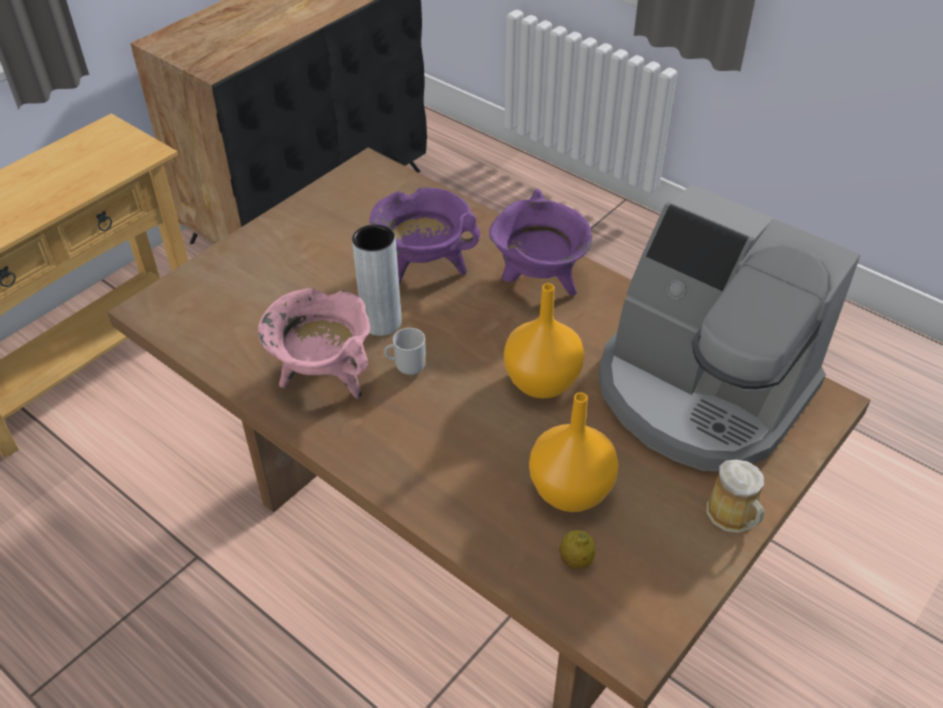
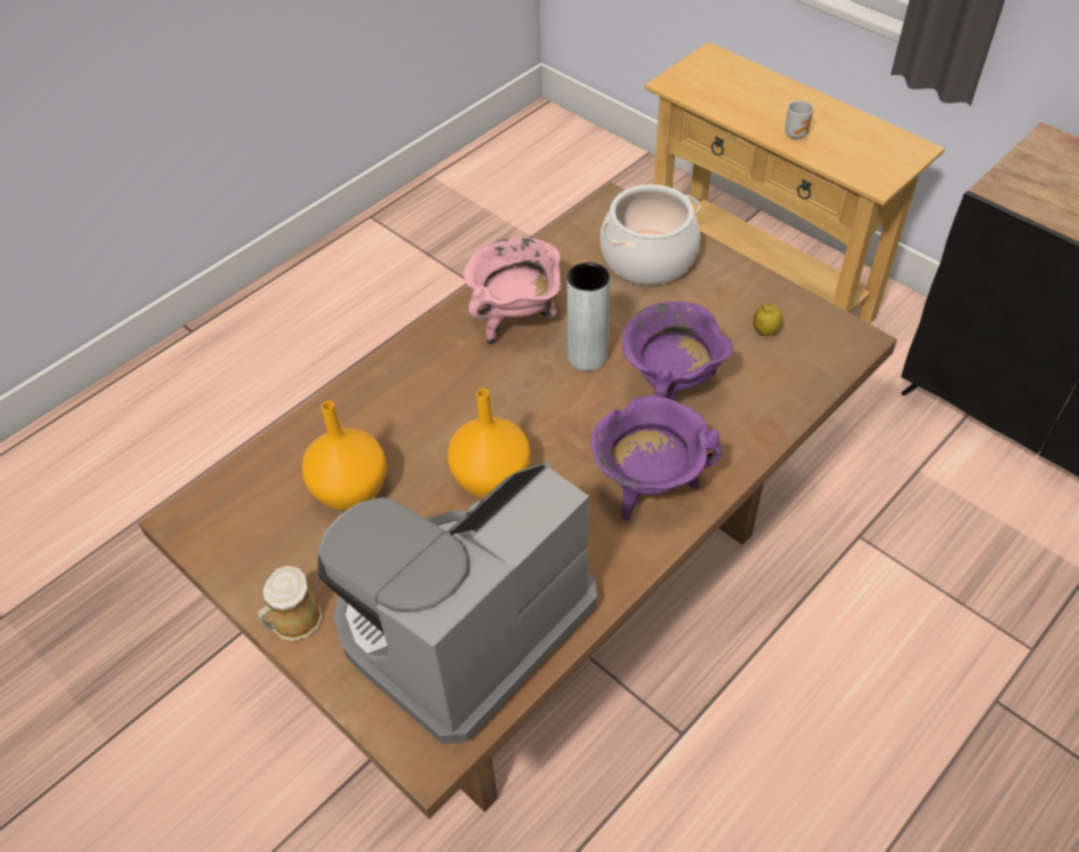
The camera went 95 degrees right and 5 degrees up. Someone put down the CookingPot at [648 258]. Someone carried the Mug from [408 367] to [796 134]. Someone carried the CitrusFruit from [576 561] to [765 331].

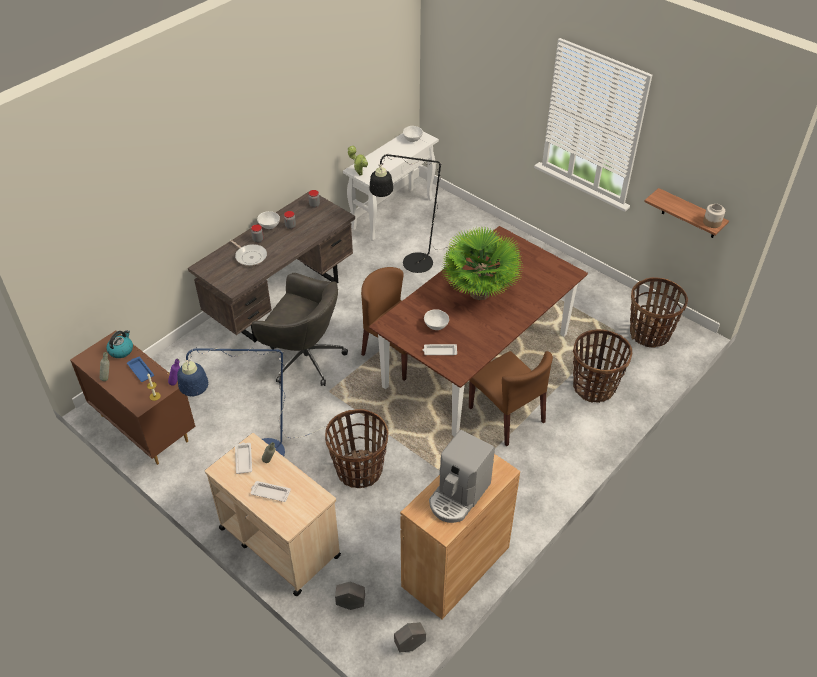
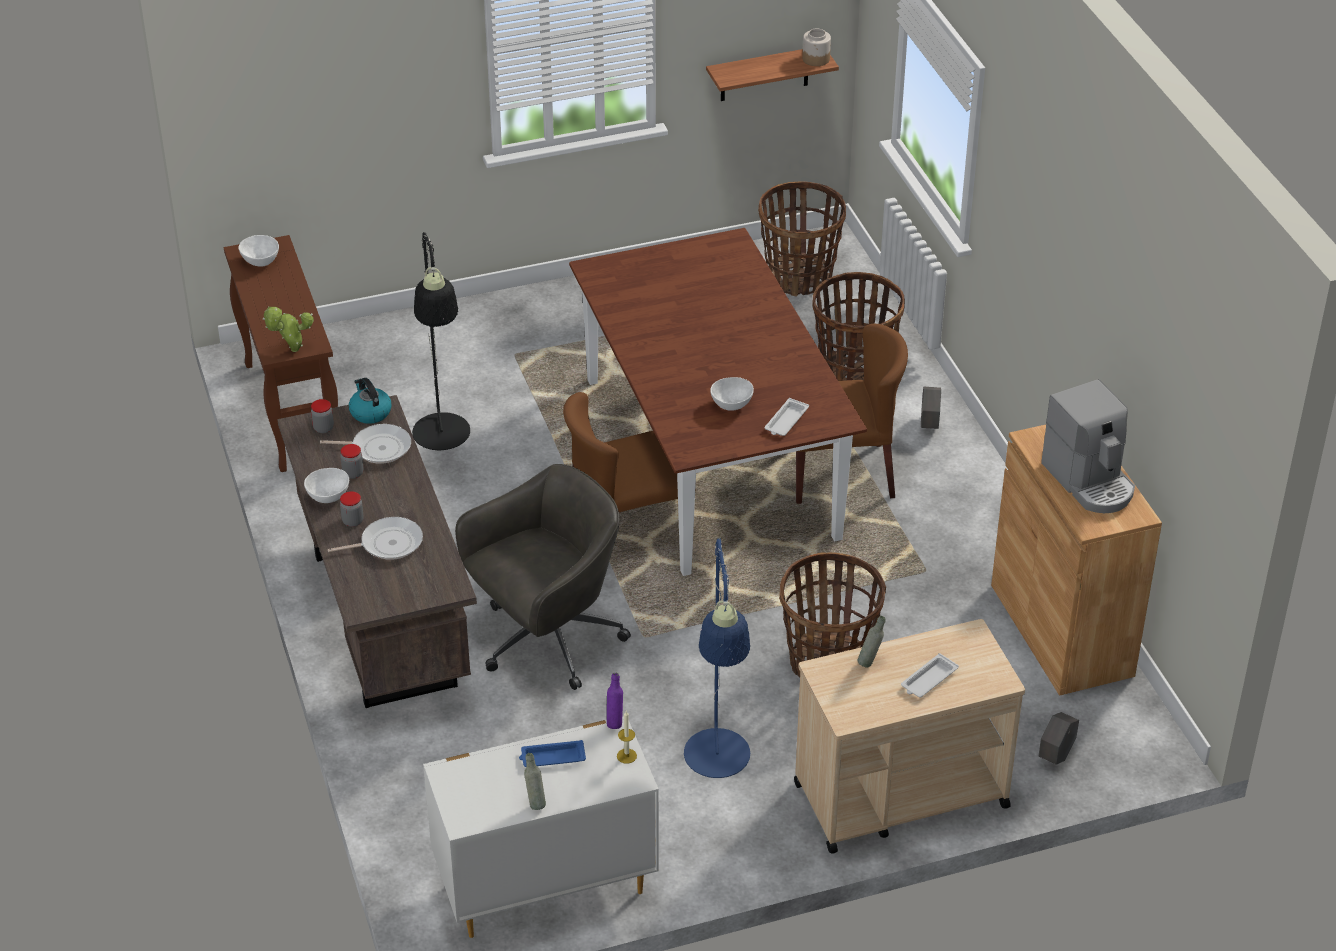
The camera went 60 degrees left and 5 degrees down. Someone took away the WhitishTray at [243 459]. Someone took away the PottedPlant at [479 293]. Someone put down the Pan at [378 448]. Someone carried the Kettle from [121 350] to [370 412]. Someone carried the GreyFlowerPot from [410 645] to [929 425]. Someone repainted the BrownishDrawerChest at [144 427], which became the WhitishDrawerChest at [543 886]. Someone repainted the WhitishConsoleTable at [393 213], which became the BrownishConsoleTable at [290 411].

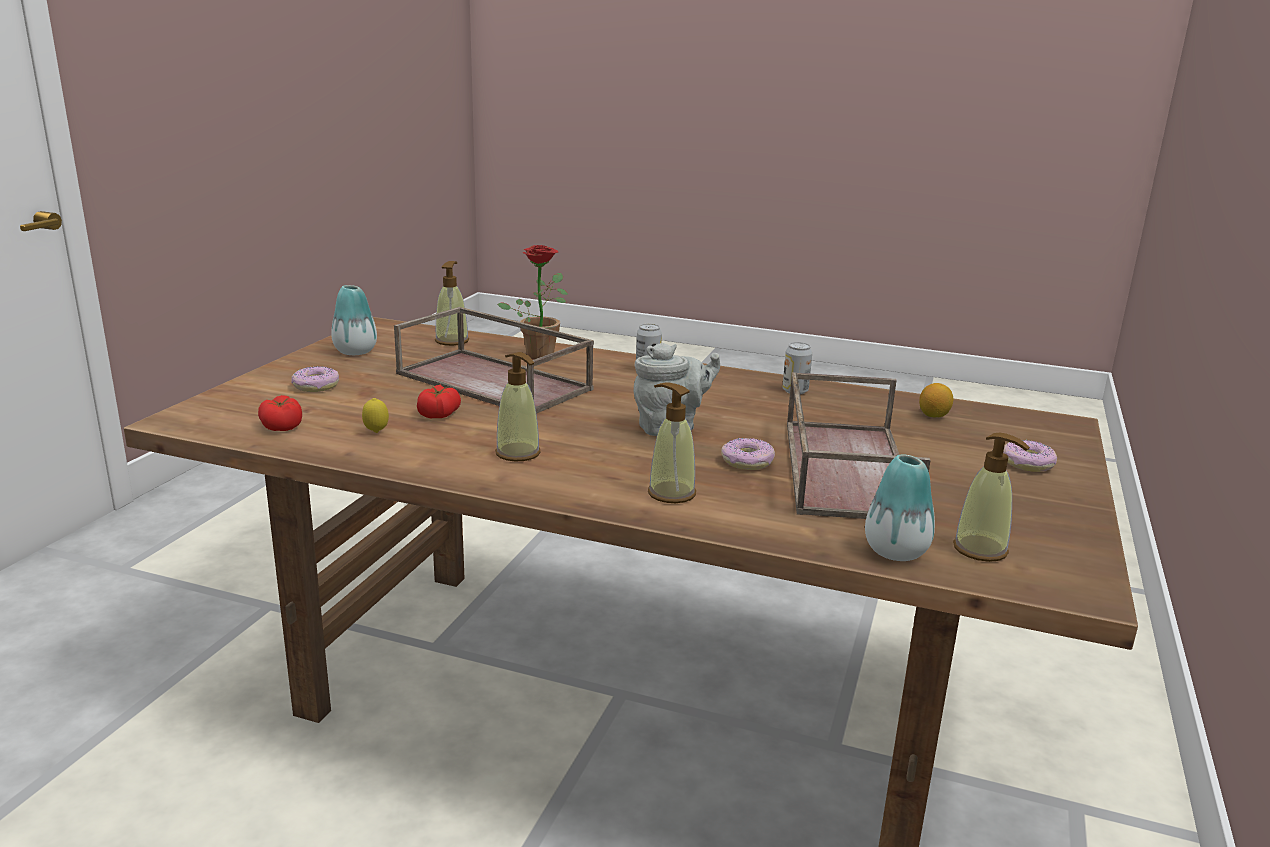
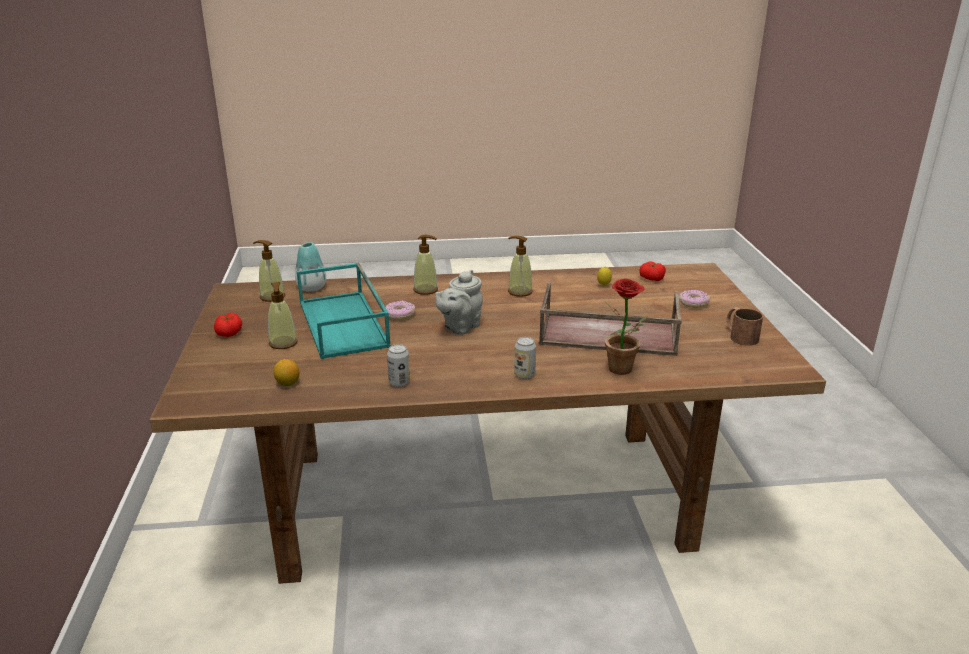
The camera went 155 degrees right and 5 degrees up. Someone took away the RingDoughnut at [1027 463]. Someone carried the WholeTomato from [438 414] to [229 332]. Someone carried the LiquidSoapBottle from [452 341] to [283 343]. Someone swapped the DecorativeVase at [355 351] for the BrownishMug at [739 336]. Someone repainted the BrownishTray at [844 467], which became the BlueGreenTray at [344 324].

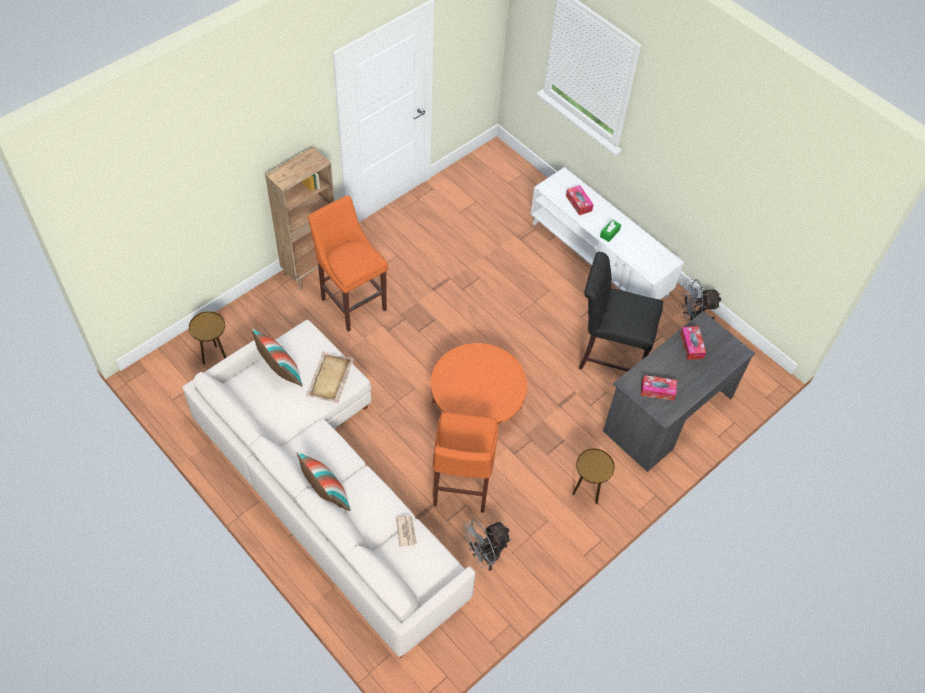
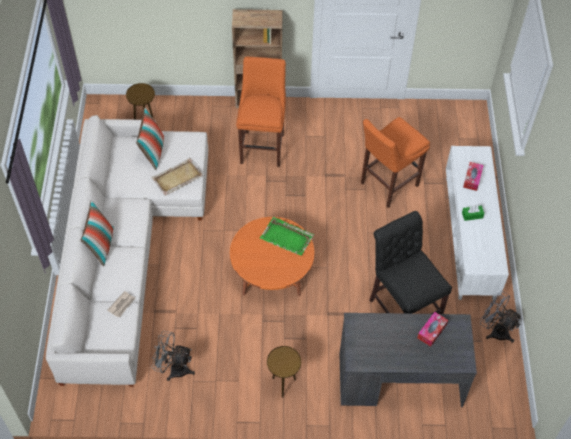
The camera went 45 degrees right and 0 degrees up. Someone took away the BoxOfTissues at [657 390]. Someone put down the GreenColouredTray at [287 238]. Someone carried the OrangeySittingStool from [460 488] to [387 185].

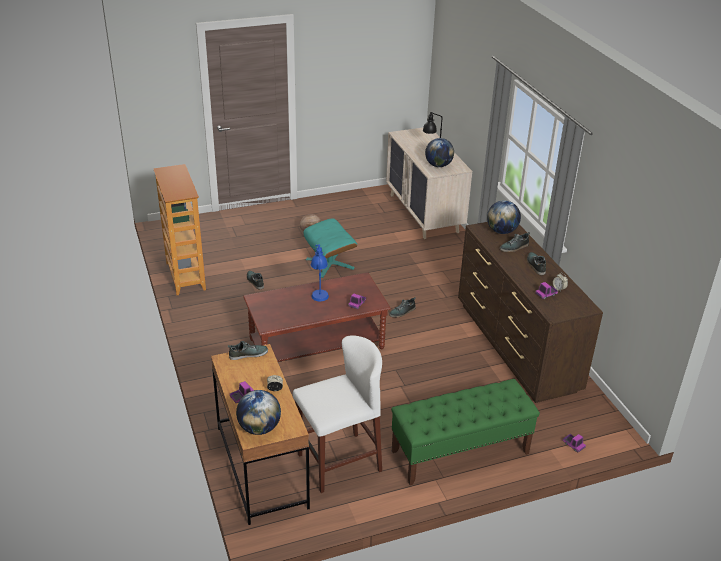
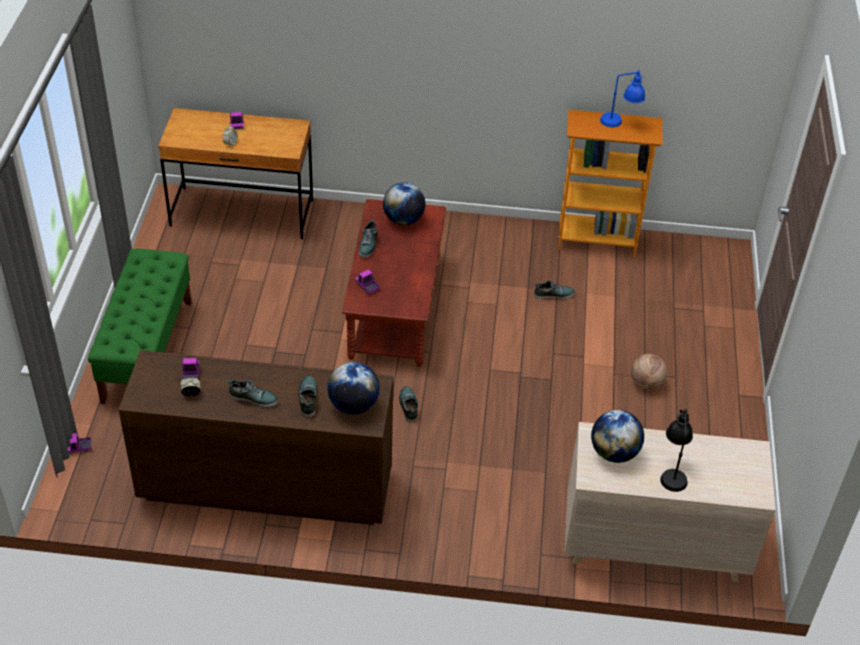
The camera went 115 degrees right and 10 degrees up. Someone took away the WhitishSittingStool at [339 462]. Someone took away the BlueGreenOttoman at [330 263]. Someone carried the ItemOfFootwear from [248 354] to [368 245]. Someone carried the DeskGlobe from [259 428] to [403 220]. Someone carried the BluishTabletopLamp from [319 291] to [620 122].

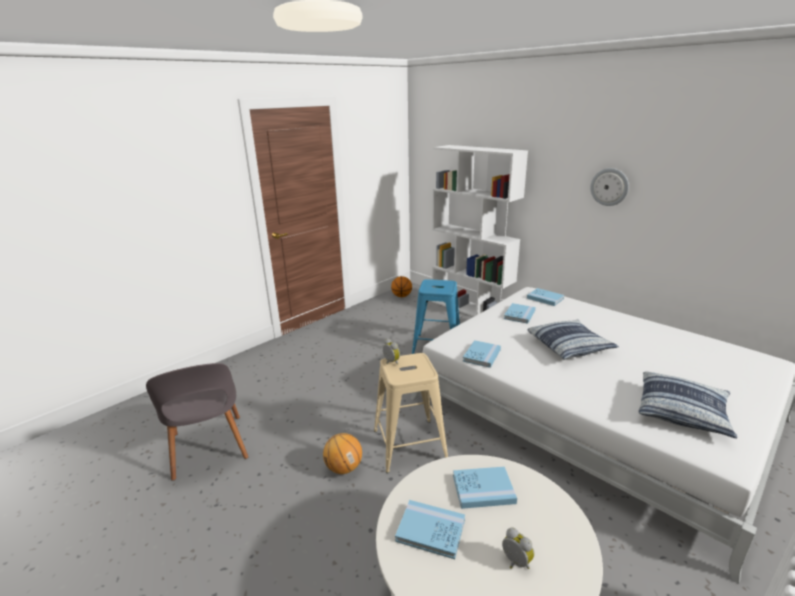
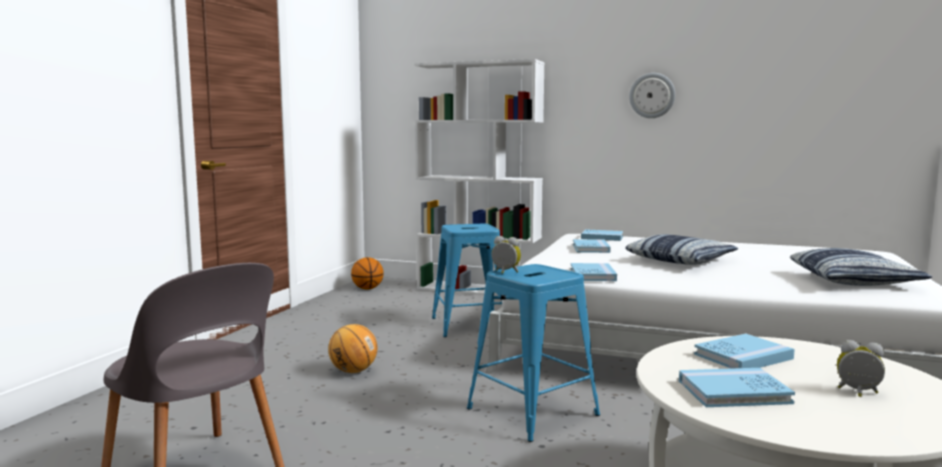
The camera went 25 degrees left and 15 degrees down. Someone carried the BallForBasketball from [343 468] to [353 371]. Someone repainted the BeigeColouredSittingStool at [409 445], which became the BluishSittingStool at [532 411].

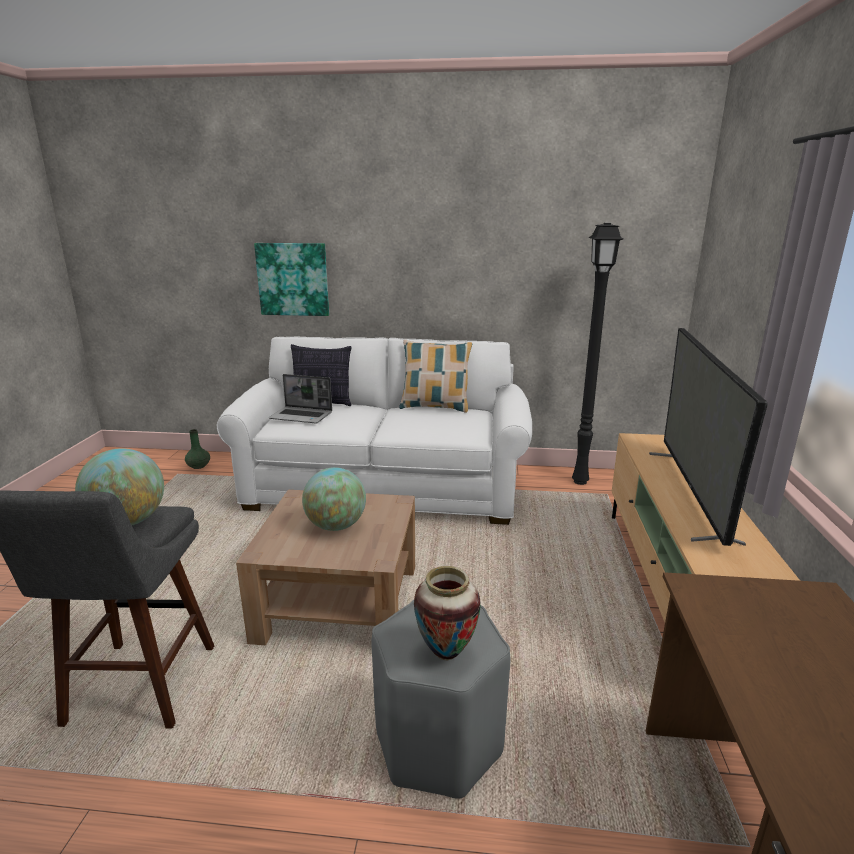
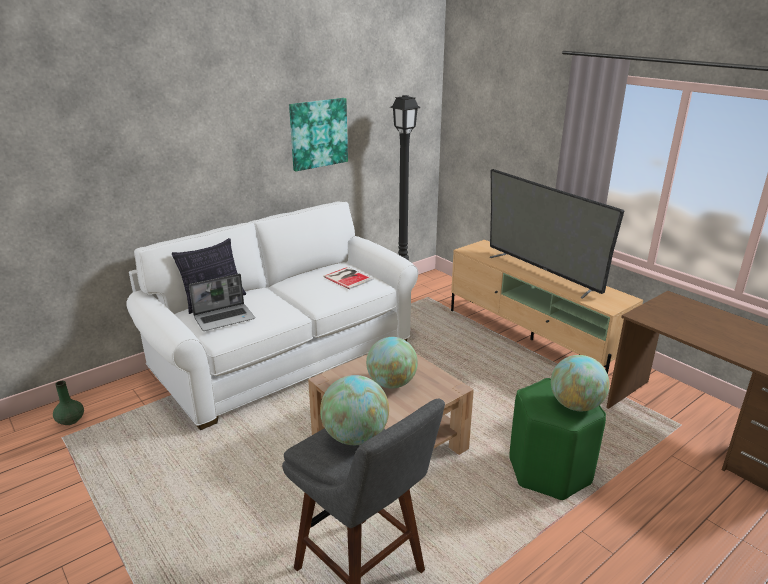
The camera went 45 degrees left and 5 degrees up. Someone took away the Cushion at [435 407]. Someone put down the Book at [348 277]. Someone carried the WallPicture from [293 279] to [318 133]. Someone swapped the DecorativeVase at [446 653] for the DeskGlobe at [575 405]. Someone repainted the GreySittingStool at [438 744], which became the GreenColouredSittingStool at [550 471].

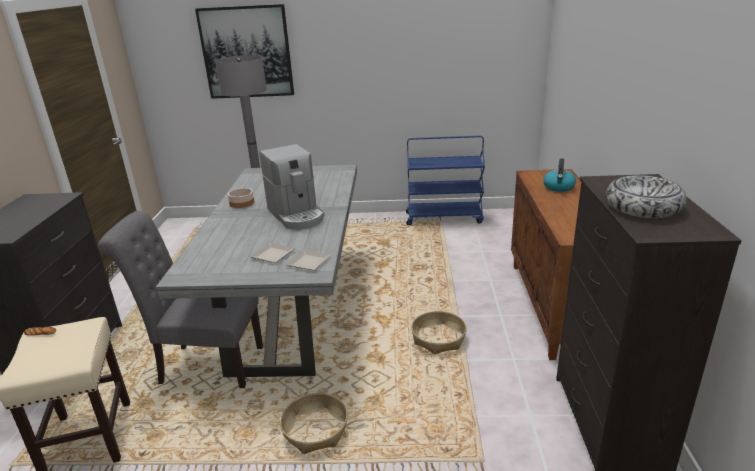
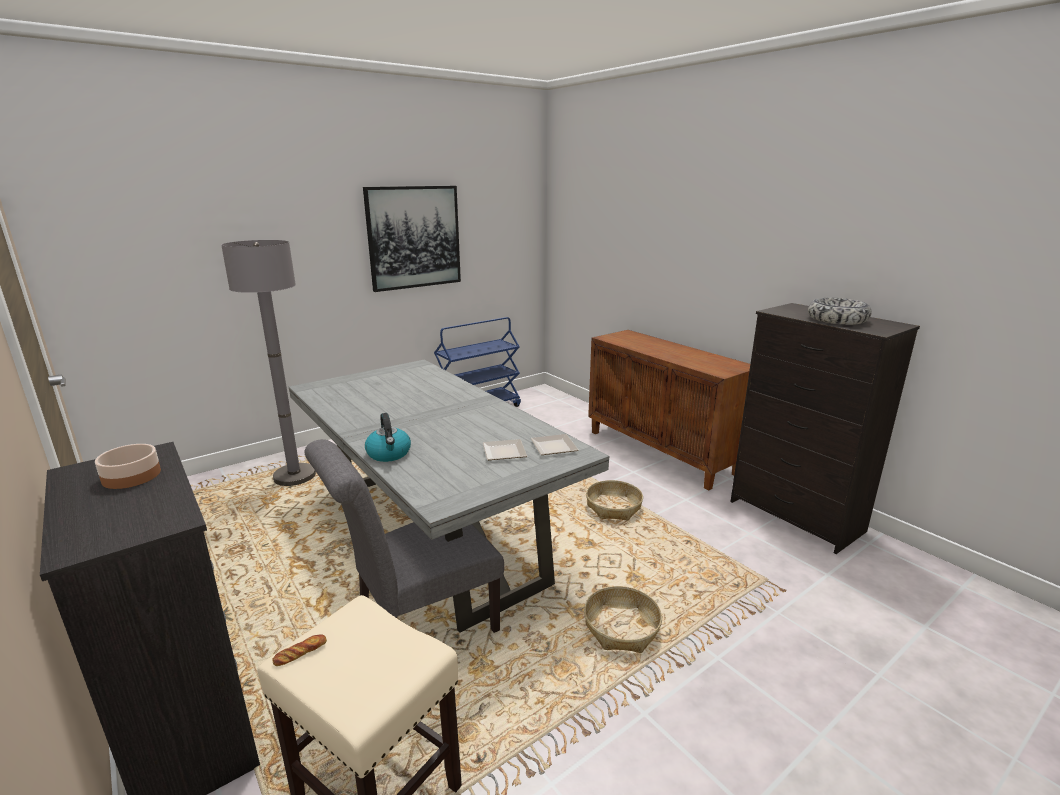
The camera went 40 degrees left and 5 degrees down. Someone took away the CoffeeMachine at [297 215]. Someone carried the WallPicture from [246 52] to [414 237]. Someone carried the Bowl from [242 203] to [132 476]. Someone carried the Kettle from [559 187] to [389 454].

